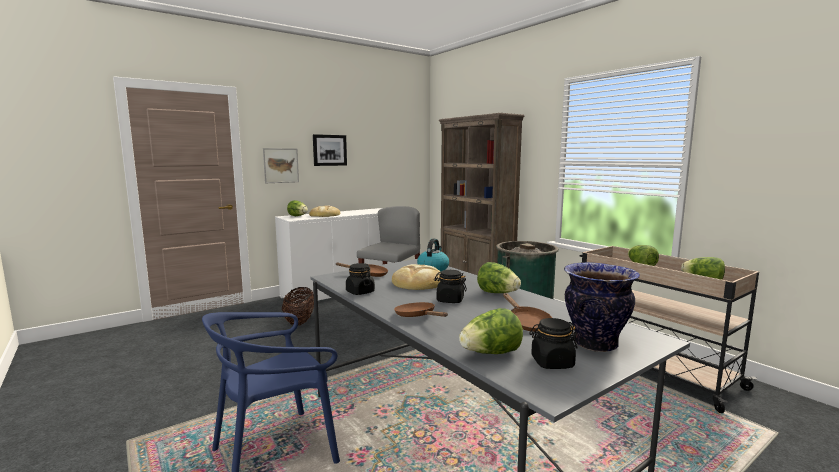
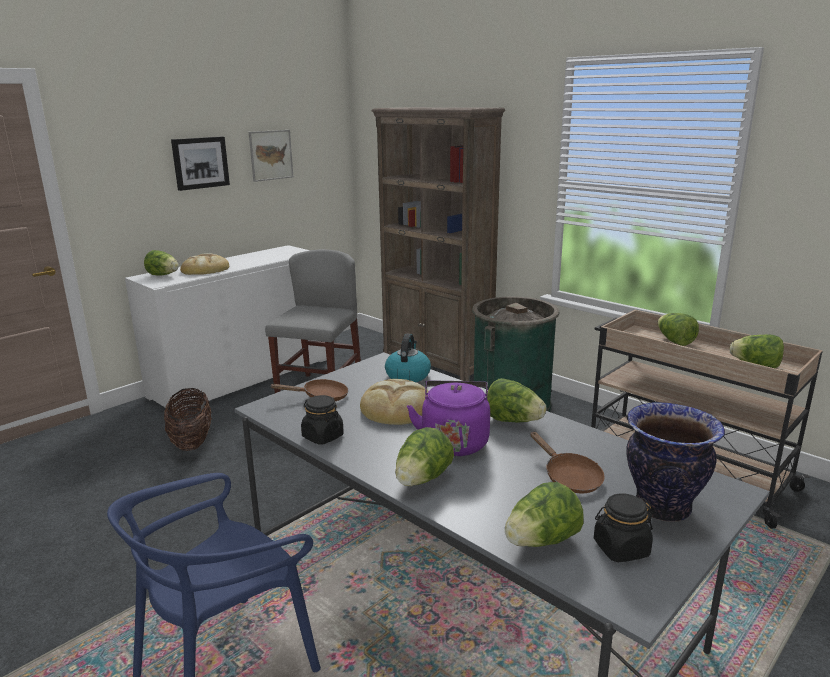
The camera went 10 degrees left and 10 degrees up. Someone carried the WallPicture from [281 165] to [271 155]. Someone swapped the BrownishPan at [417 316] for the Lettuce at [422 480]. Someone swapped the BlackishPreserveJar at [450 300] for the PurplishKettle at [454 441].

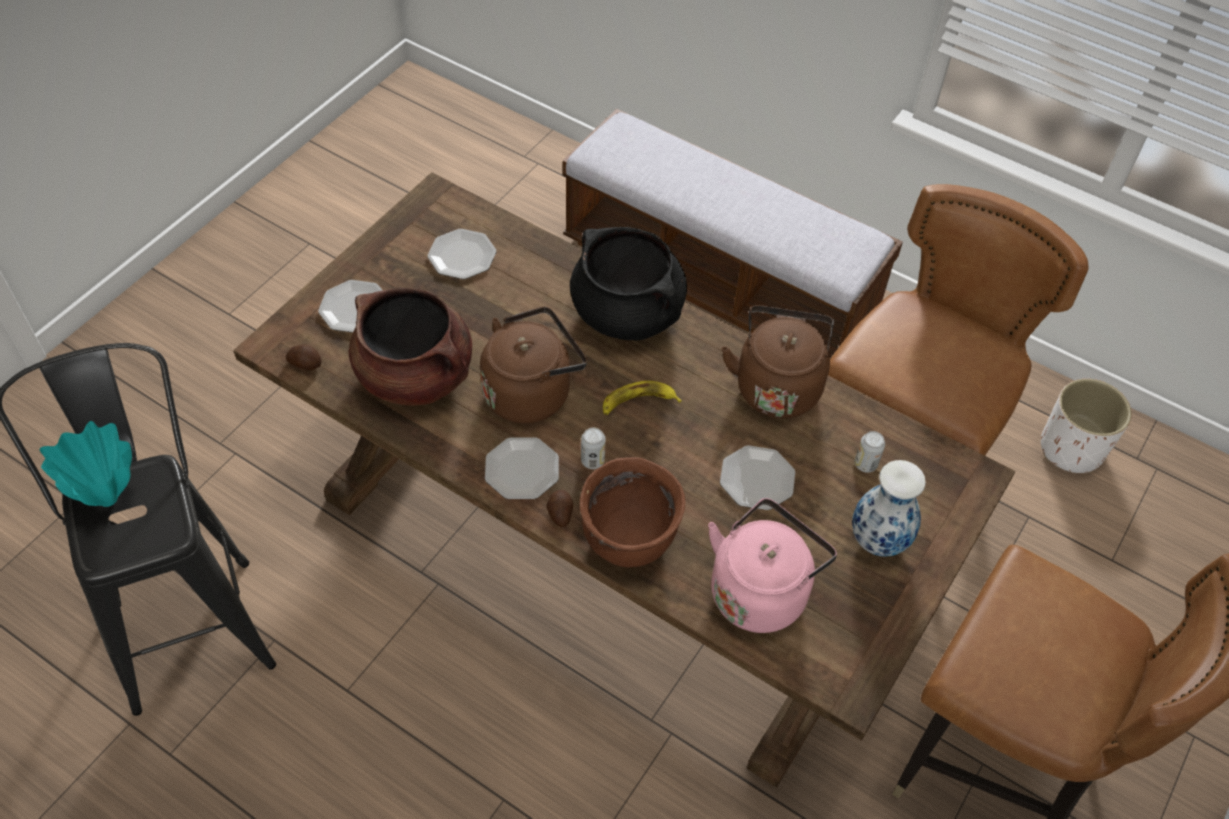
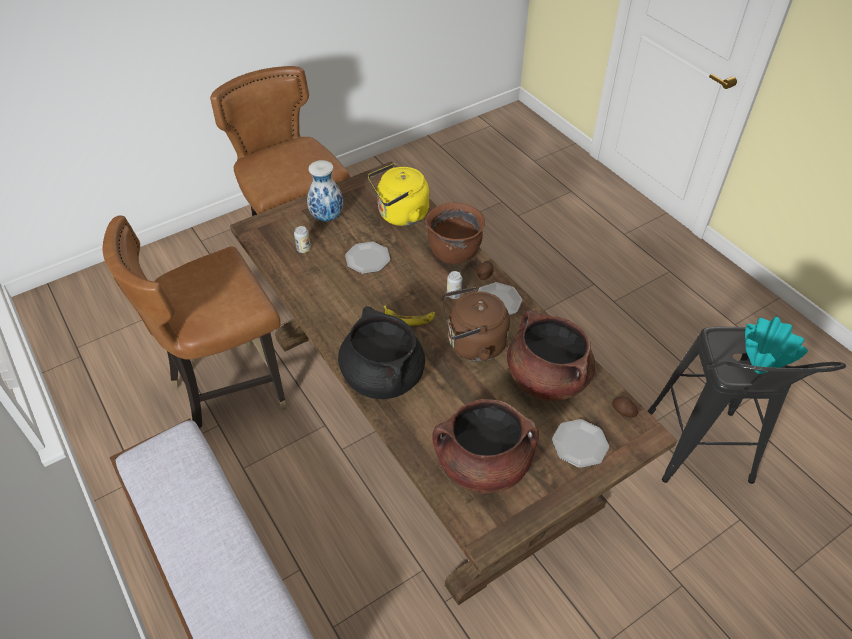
The camera went 155 degrees left and 5 degrees down. Someone took away the BrownishKettle at [777 385]. Someone took away the WhitishFlowerPot at [1071 449]. Someone swapped the DinnerPlate at [462 255] for the BrownishCookingPot at [482 465]. Someone repainted the PinkColouredKettle at [761 590], which became the YellowishKettle at [400 215].

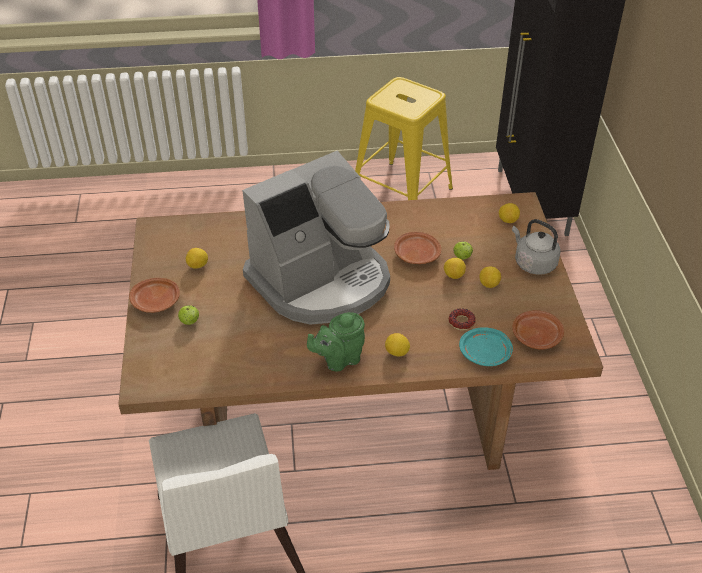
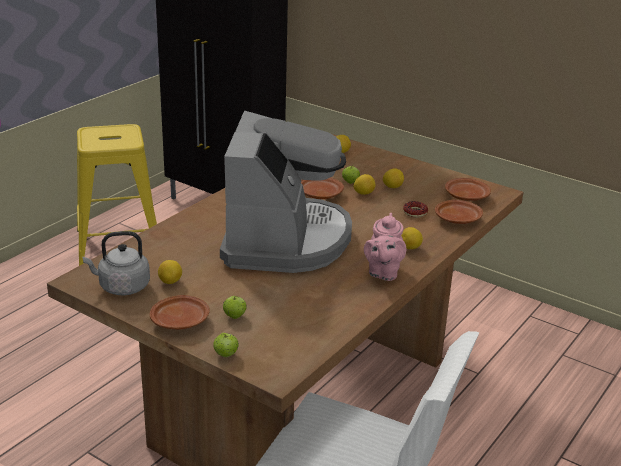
The camera went 50 degrees left and 15 degrees down. Someone put down the Apple at [226 355]. Someone carried the GreyKettle from [533 263] to [121 287]. Someone repainted the GreenColouredTeaPot at [338 359], which became the PinkColouredTeaPot at [383 272]. Someone repainted the BlueGreenDinnerPlate at [485 353], which became the BrownishDinnerPlate at [458 219].

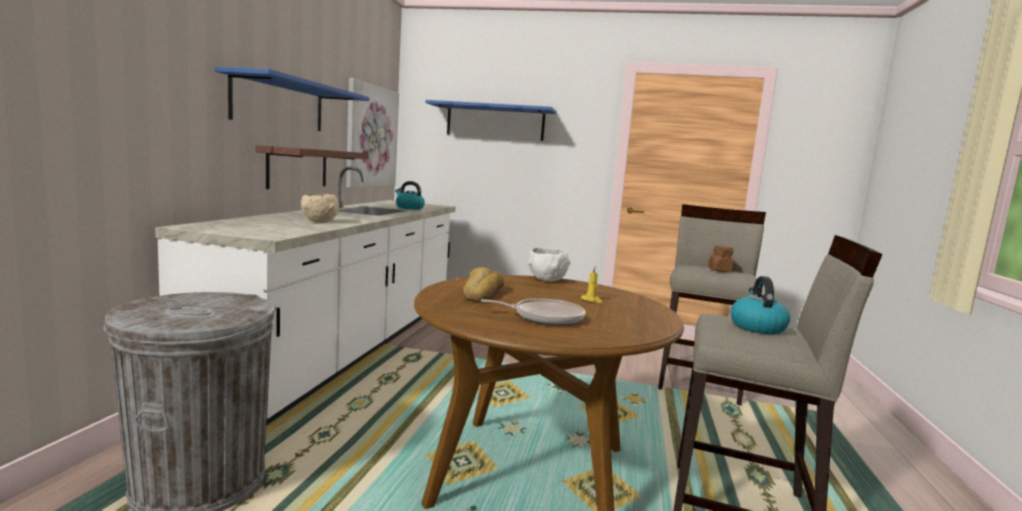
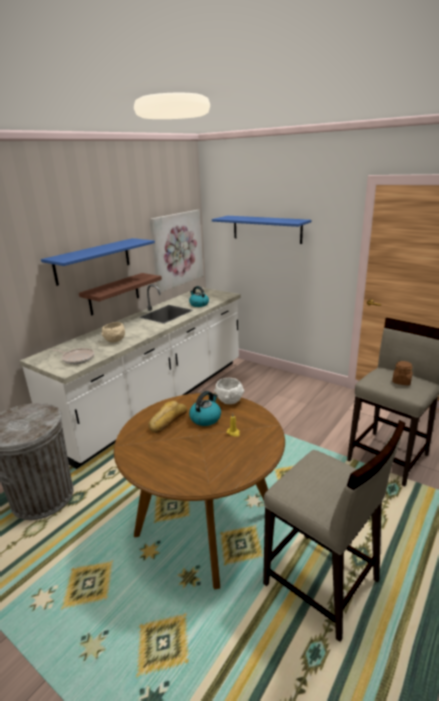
The camera went 25 degrees right and 15 degrees up. Someone carried the Pan from [544 317] to [77 358]. Someone carried the Kettle from [756 327] to [205 418].

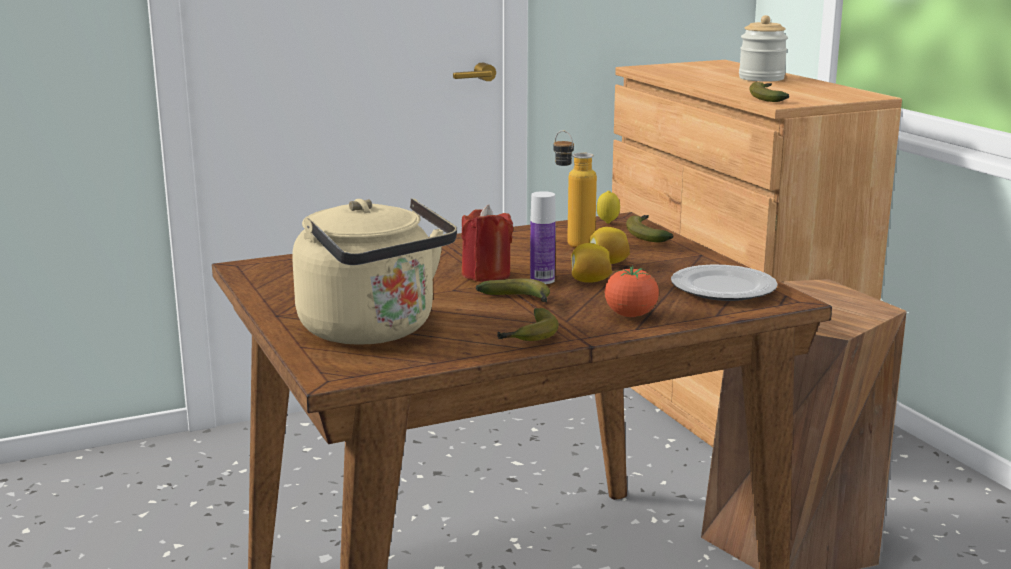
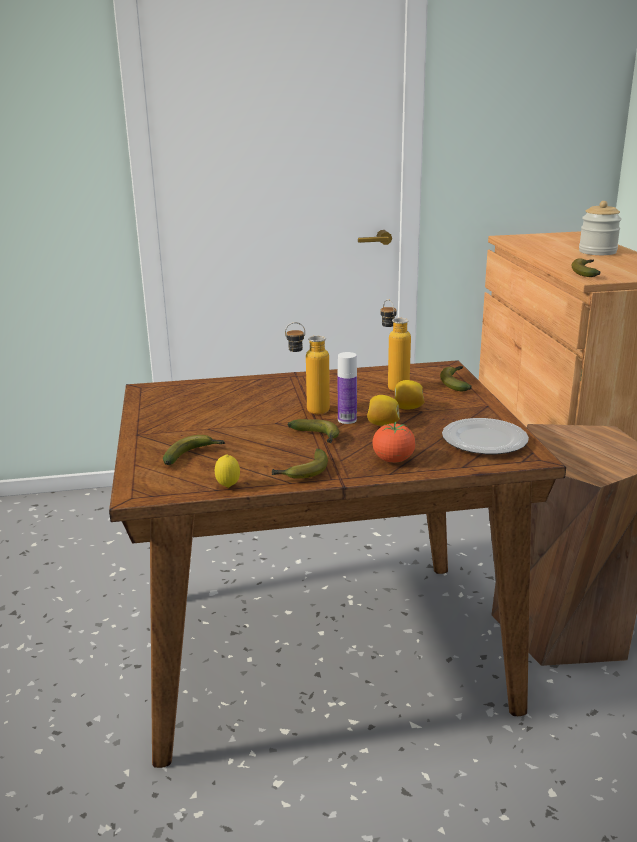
The camera went 15 degrees right and 5 degrees up. Someone carried the CitrusFruit from [607 223] to [228 487]. Someone swapped the BeigeColouredKettle at [373 331] for the BananaFruit at [193 455]. Someone swapped the RedColouredWaxCandle at [486 275] for the DrinkBottle at [308 411].

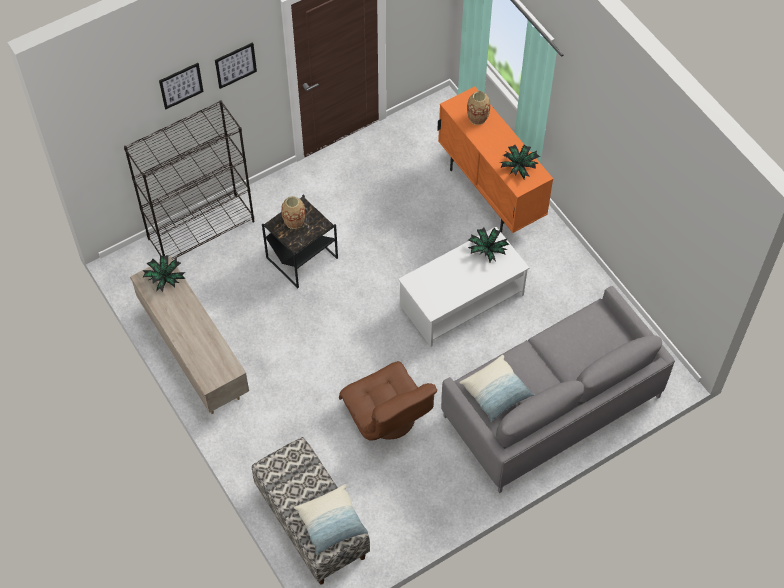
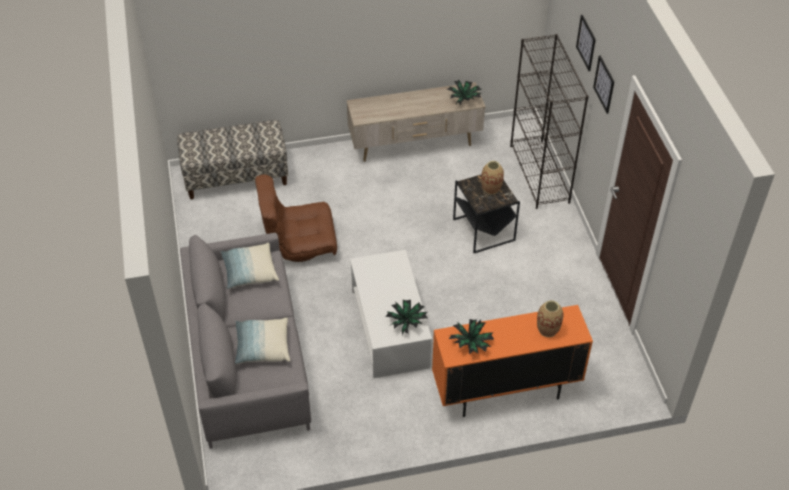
The camera went 110 degrees right and 10 degrees down. Someone carried the Cushion from [331 523] to [262 347].

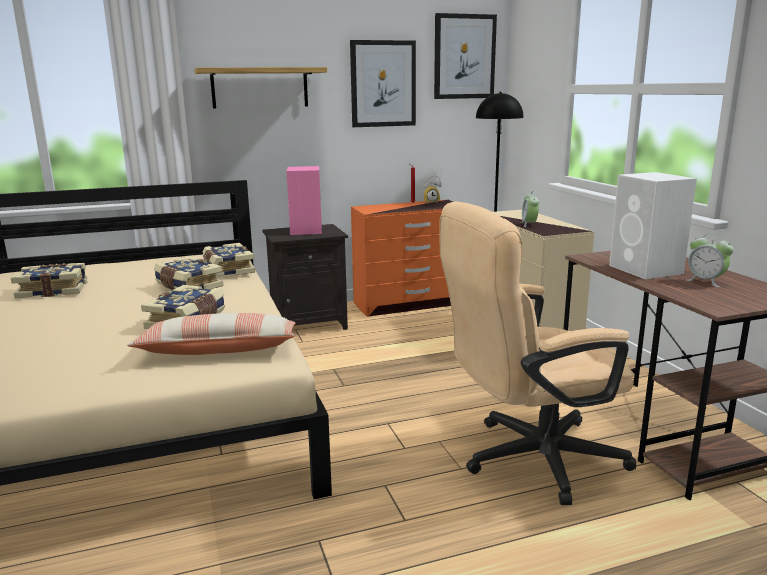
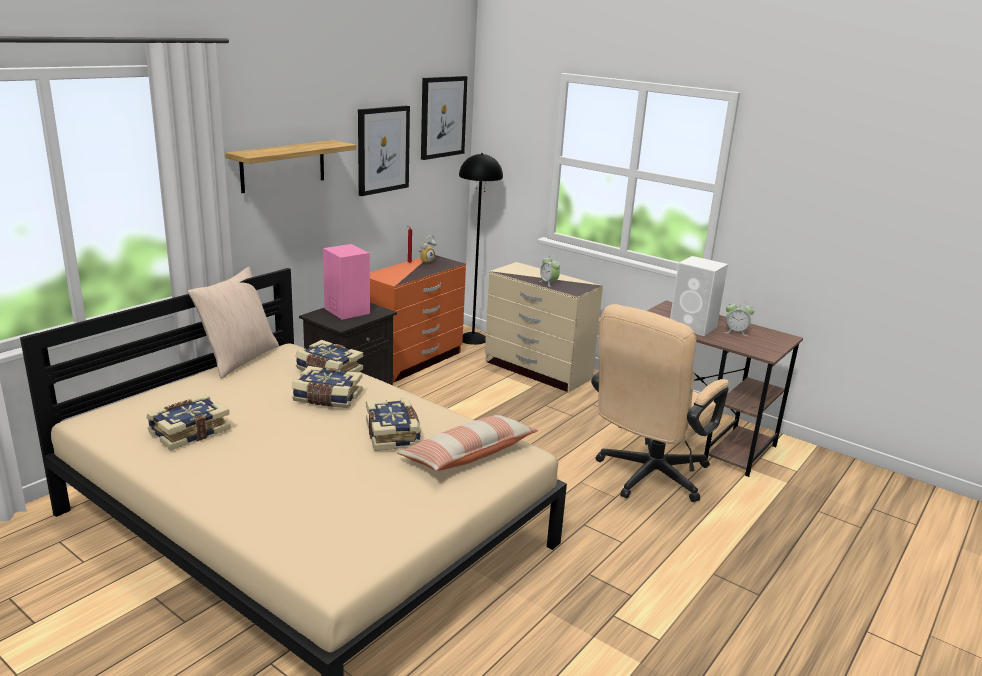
The camera went 35 degrees left and 5 degrees up. Someone put down the BeigeColouredCushion at [239 359].

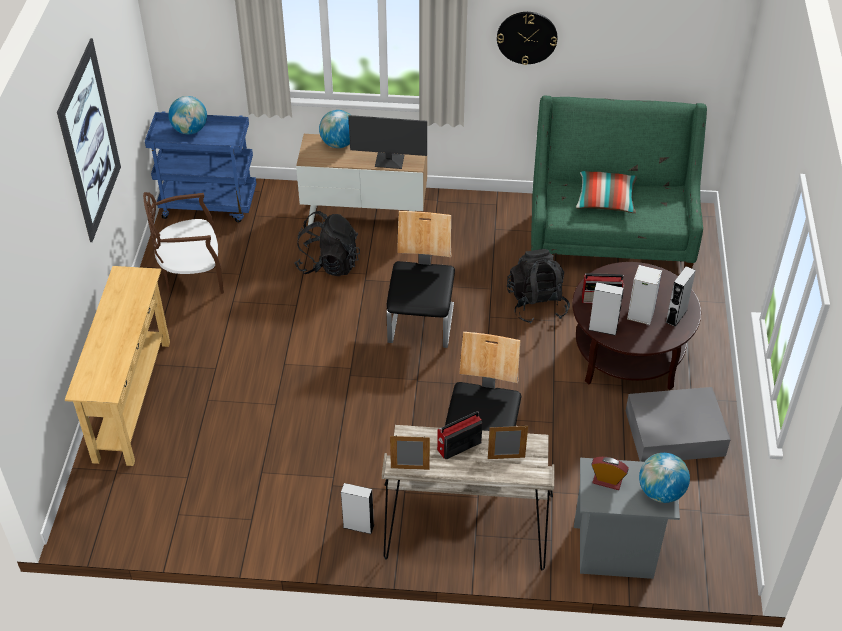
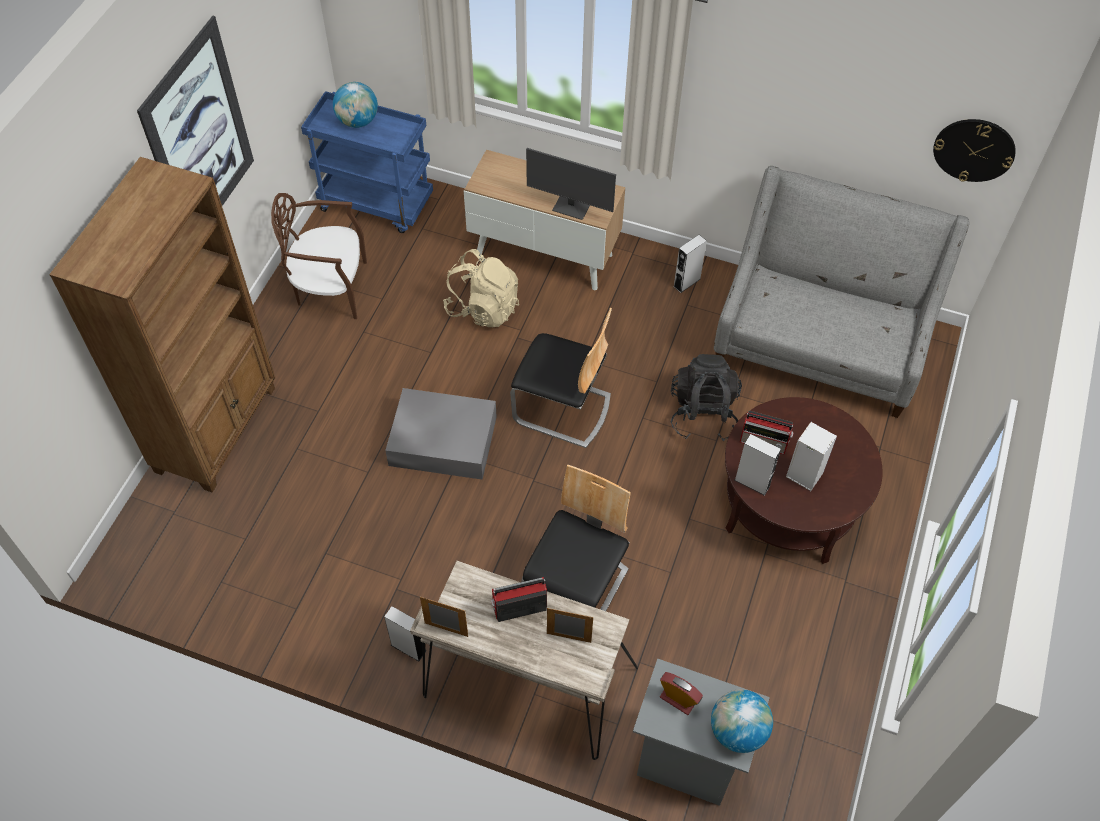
The camera went 15 degrees right and 10 degrees up. Someone took away the DeskGlobe at [338 144]. Someone took away the Cushion at [605 199]. Someone carried the ClockOnTheWall from [527 37] to [974 150]. Someone carried the GreyStorageBin from [673 432] to [441 440]. Someone carried the GreySpeaker from [676 316] to [687 282]. Someone swapped the BeigeColouredConsoleTable at [132 400] for the BrownishShelvingUnit at [217 429]. Someone repainted the BlackishBackpack at [328 264], which became the BeigeColouredBackpack at [483 308]. Someone repainted the GreenColouredSettee at [609 237], which became the GreySettee at [819 344]. Someone rotated the UprightChair at [422 324] by 90 degrees clockwise.

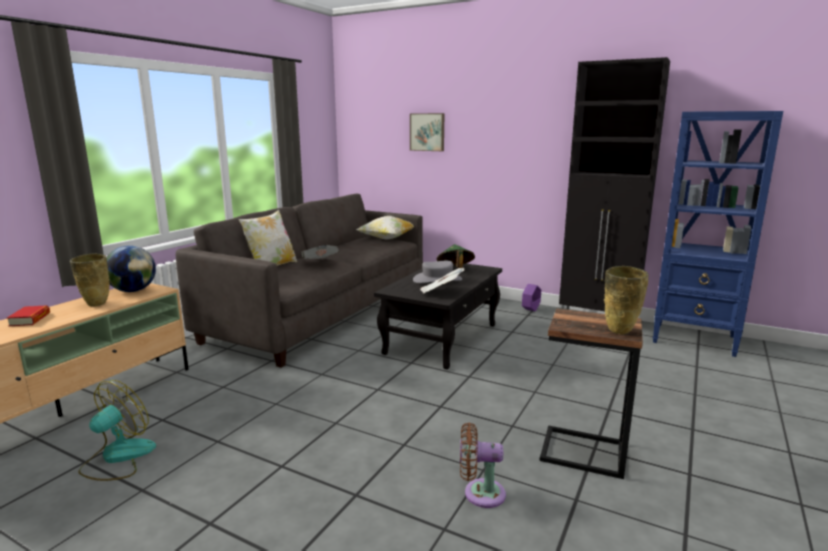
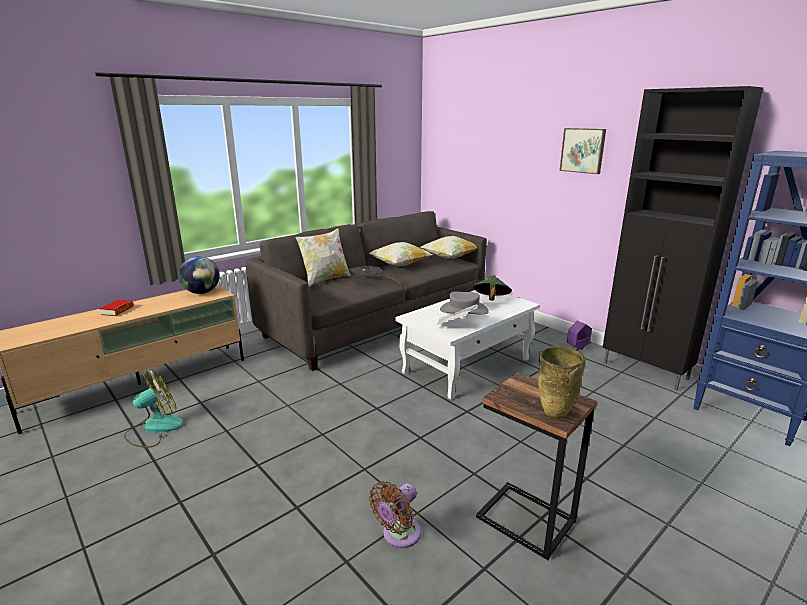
The camera went 20 degrees right and 5 degrees up. Someone took away the BeigeColouredDecorativeVase at [96 305]. Someone put down the Cushion at [400 265]. Someone carried the WallPicture from [427 132] to [583 150]. Someone repainted the BlackishLoungeTable at [442 338], which became the WhitishLoungeTable at [467 365]. Someone rotated the BrownishFan at [480 493] by 75 degrees counterclockwise.

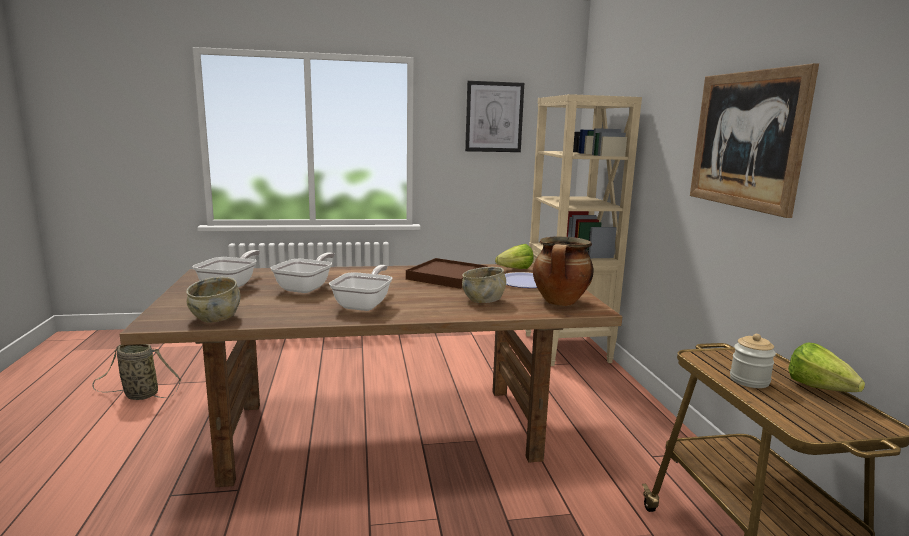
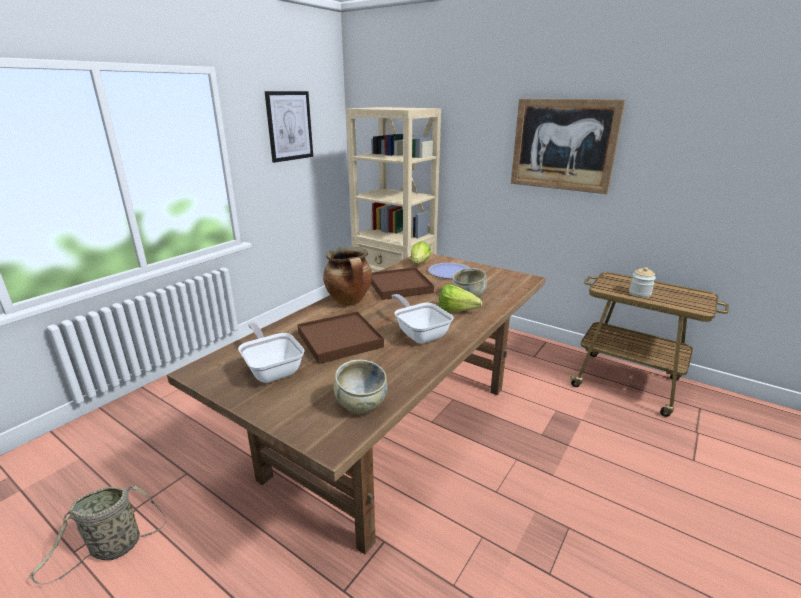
The camera went 45 degrees left and 10 degrees up. Someone carried the CookingPot from [560 302] to [350 301]. Someone carried the Lettuce from [823 391] to [460 312]. Someone swapped the Pan at [307 287] for the BrownishTray at [340 340].

